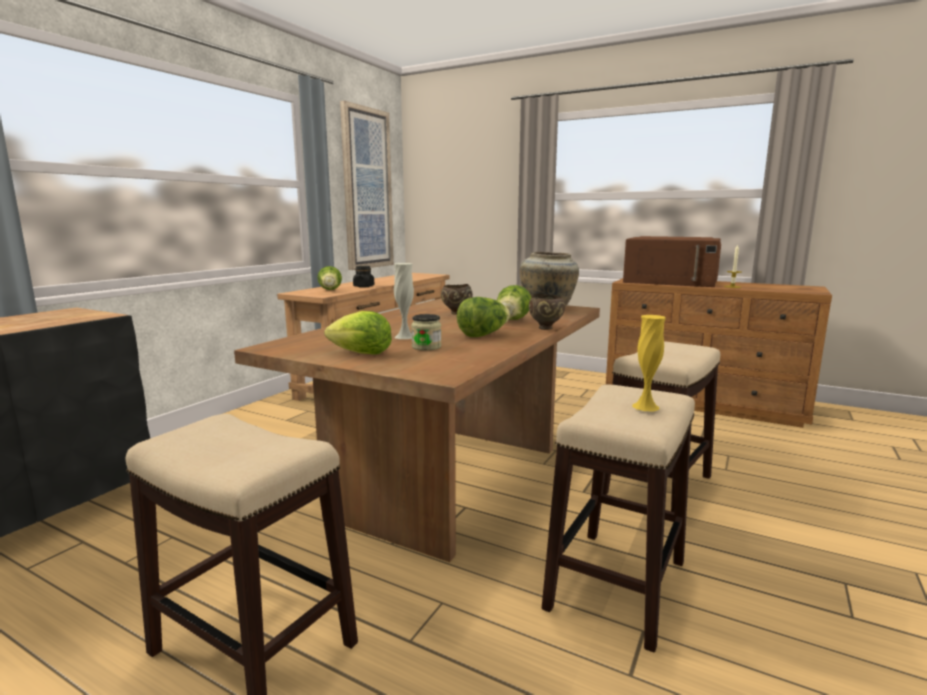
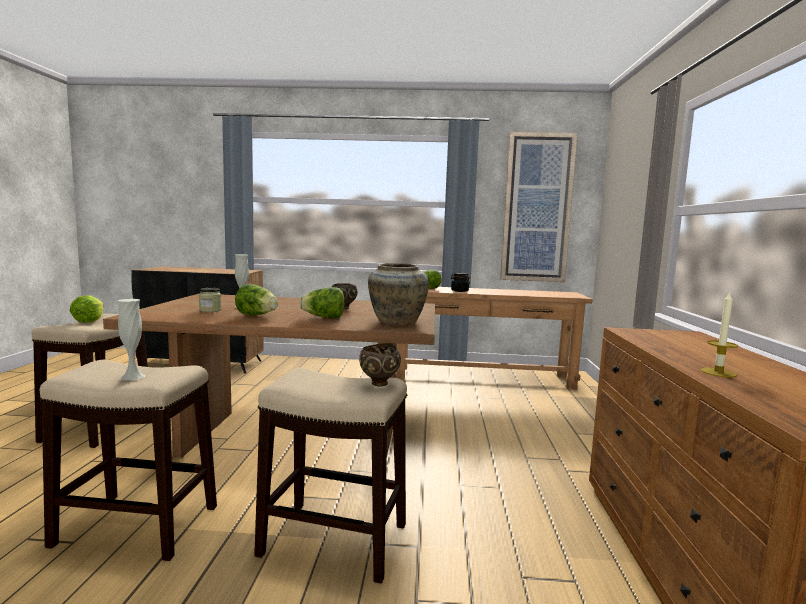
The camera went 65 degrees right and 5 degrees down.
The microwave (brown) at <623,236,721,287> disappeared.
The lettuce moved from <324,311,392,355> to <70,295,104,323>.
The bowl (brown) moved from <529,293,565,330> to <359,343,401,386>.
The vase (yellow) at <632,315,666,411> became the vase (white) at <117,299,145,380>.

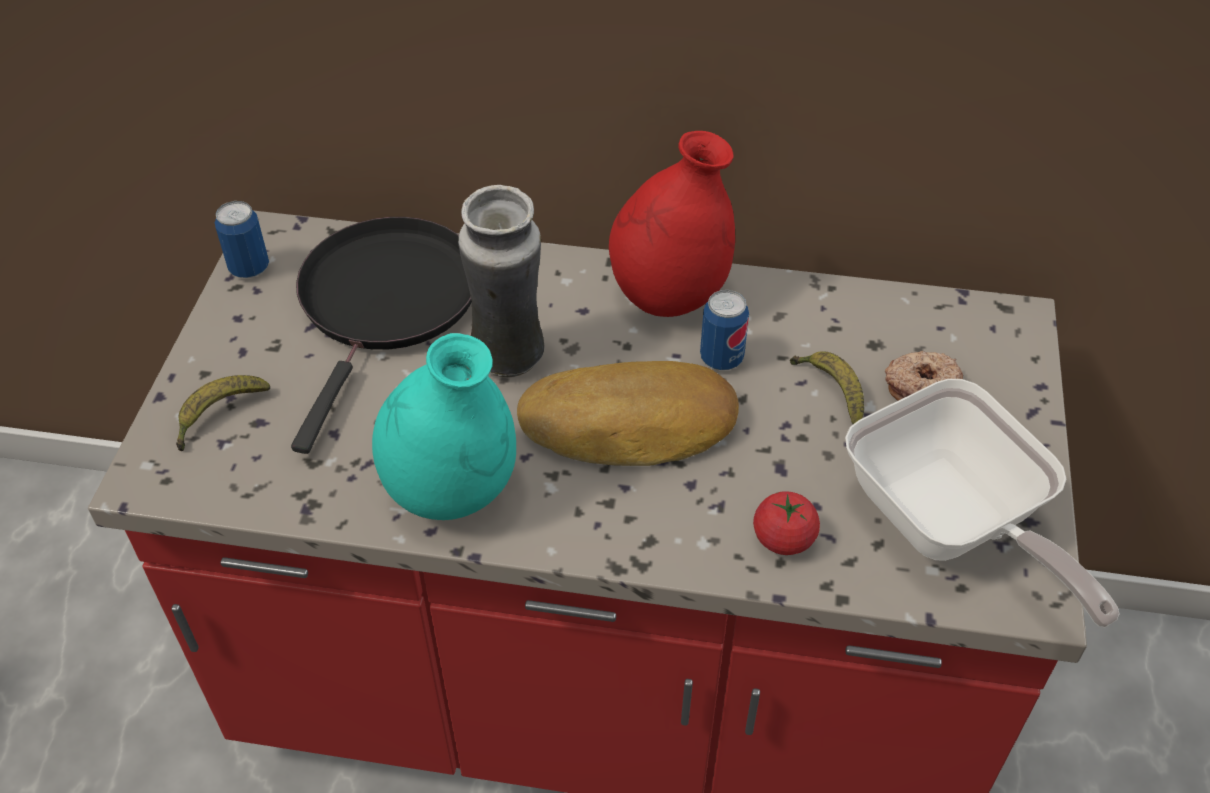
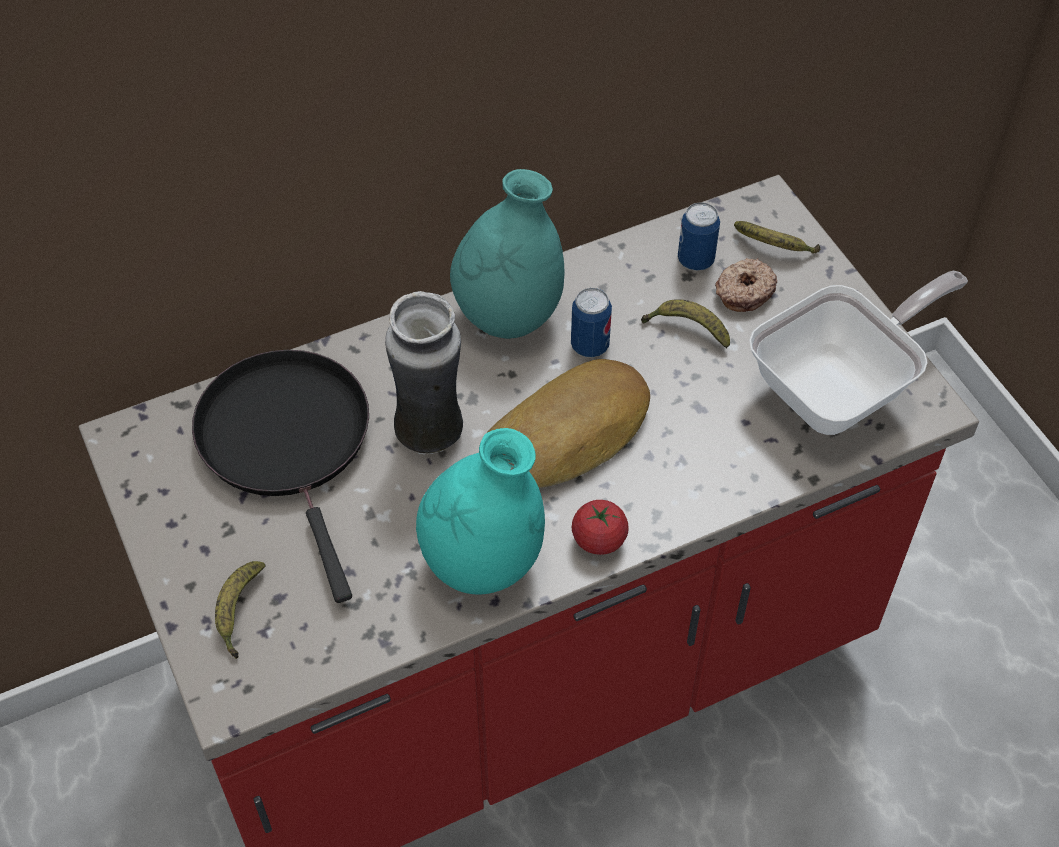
The camera went 35 degrees left and 5 degrees up.
The banana at <734,221,821,253> appeared.
The can moved from <215,201,269,278> to <678,202,720,271>.
The tomato moved from <753,491,820,555> to <572,500,629,555>.
The vase (red) at <609,131,735,317> became the vase (turquoise) at <450,169,564,339>.
The frying pan at <845,379,1119,627> turned 60 degrees counterclockwise.

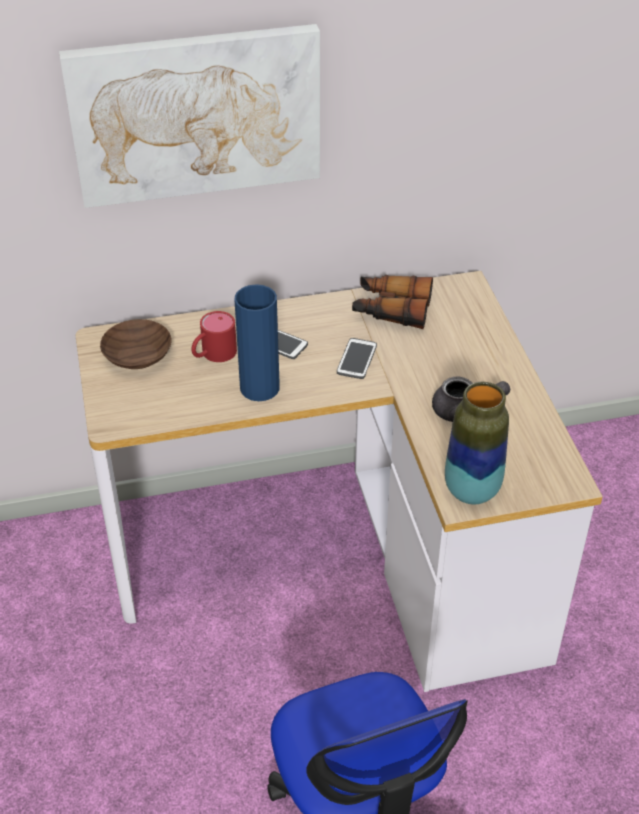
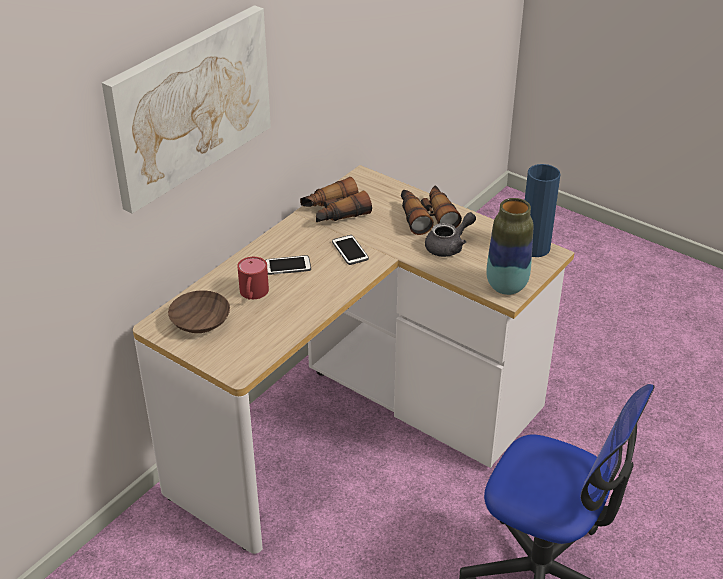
The camera went 40 degrees left and 5 degrees down.
The binoculars at <401,185,462,235> appeared.
The vase (blue) moved from <234,284,280,401> to <525,164,561,257>.

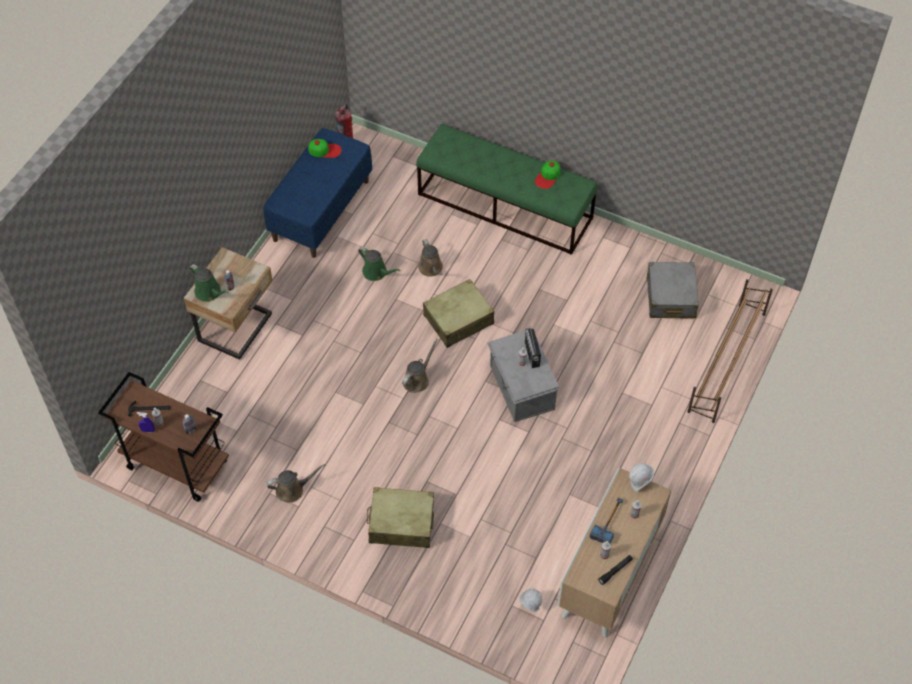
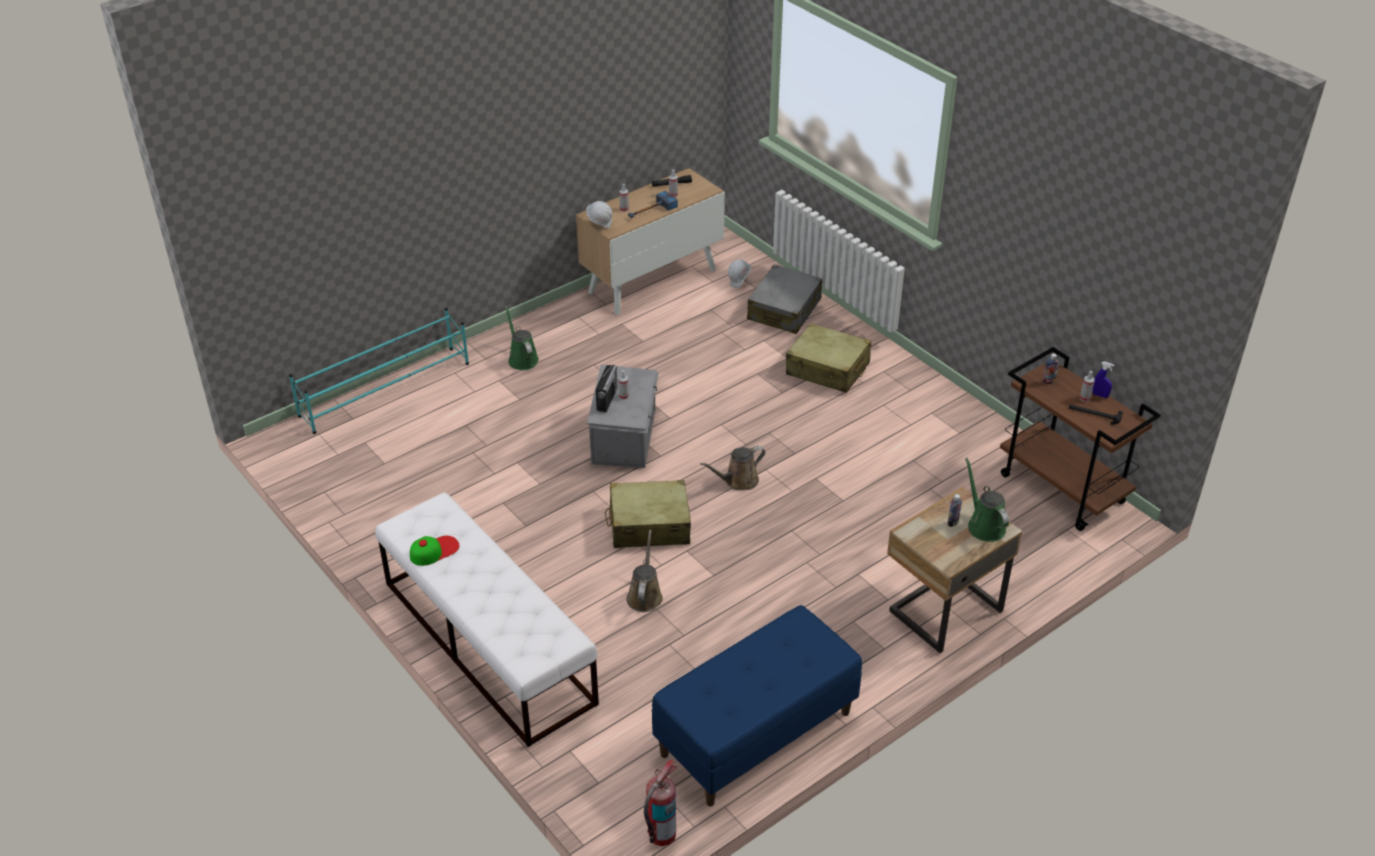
The camera went 155 degrees left and 15 degrees down.
The watering can (brown) at <267,464,325,503> disappeared.
The cap at <308,139,342,158> disappeared.
The watering can (green) moved from <358,247,400,281> to <505,306,539,370>.
The suitcase (grey) moved from <646,262,699,318> to <747,265,822,334>.
The bench (green) at <416,124,598,255> became the bench (white) at <375,493,599,747>.
The shoe rack (brown) at <687,279,773,423> became the shoe rack (turquoise) at <289,308,469,434>.

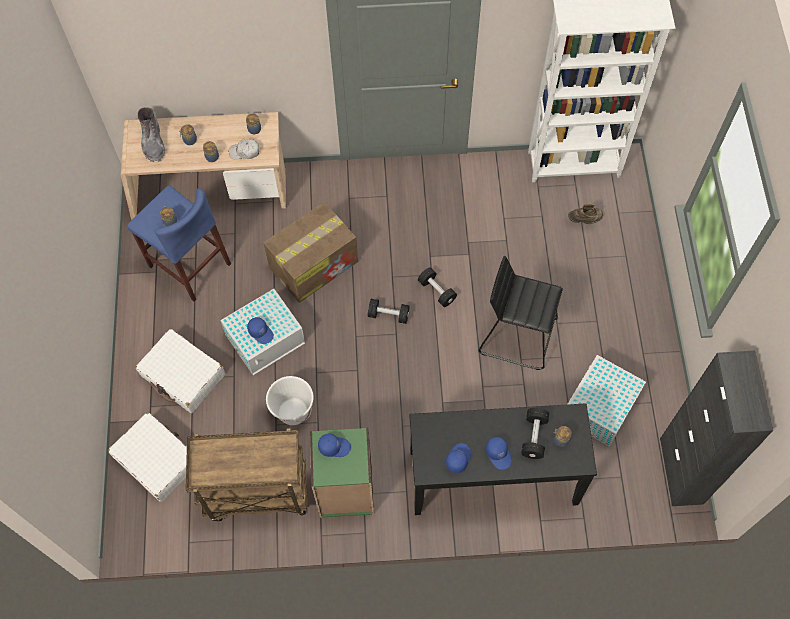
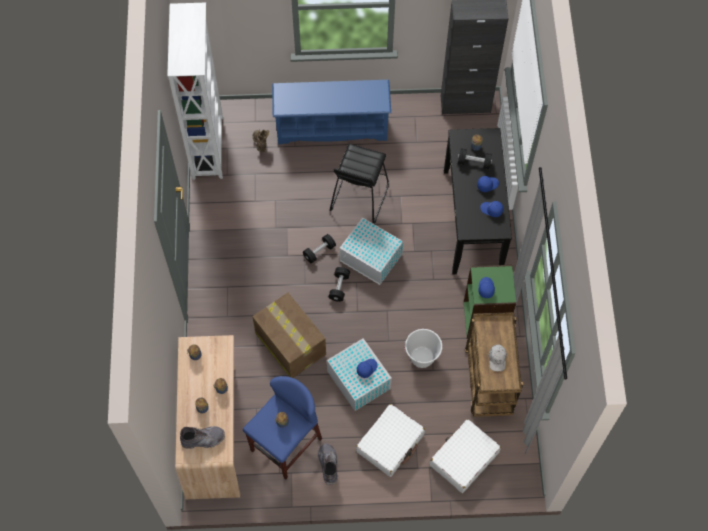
The camera went 90 degrees left and 0 degrees up.
The shoe rack (blue) at <272,80,391,144> appeared.
The boot (grey) at <318,444,338,485> appeared.
The cap (white) moved from <229,139,259,159> to <489,345,507,371>.
The storage box (white) moved from <567,355,646,447> to <339,217,403,285>.

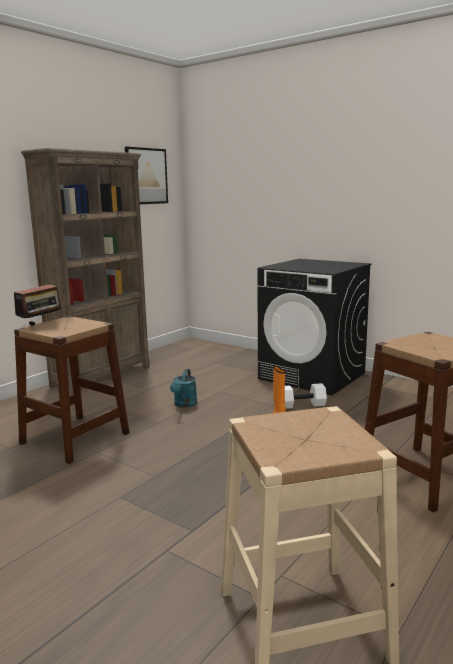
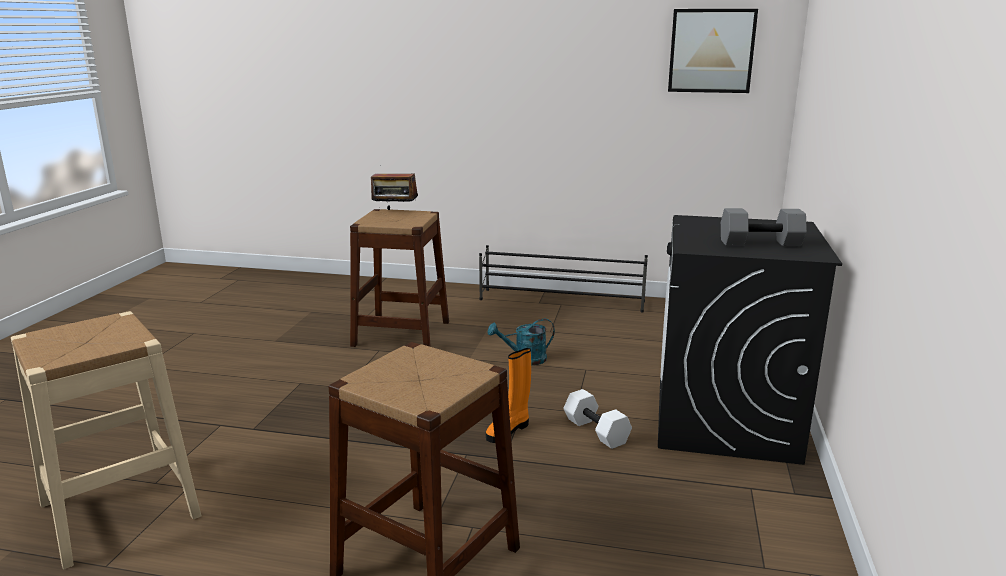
The camera went 65 degrees right and 5 degrees up.
The dumbbell (grey) at <721,208,807,246> appeared.
The bookcase (brown) at <21,148,150,395> was replaced by the shoe rack (black) at <479,245,648,313>.

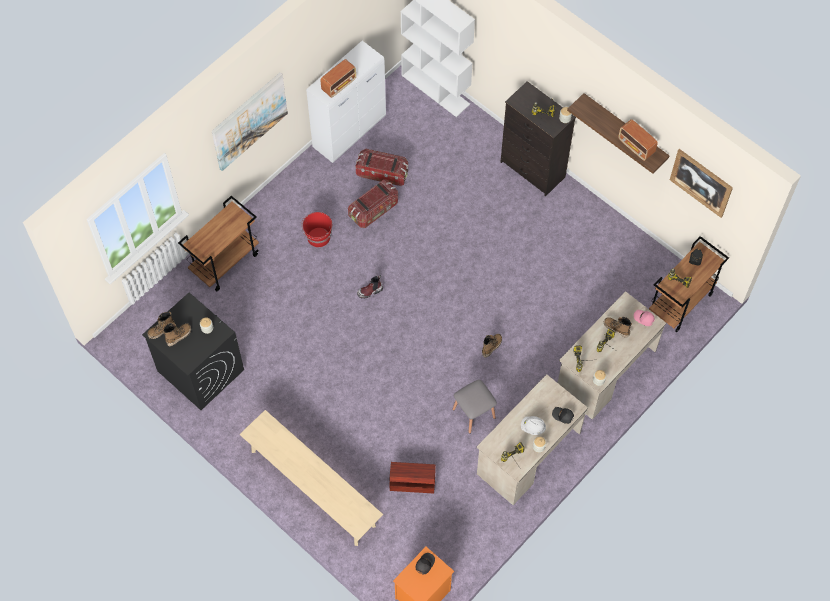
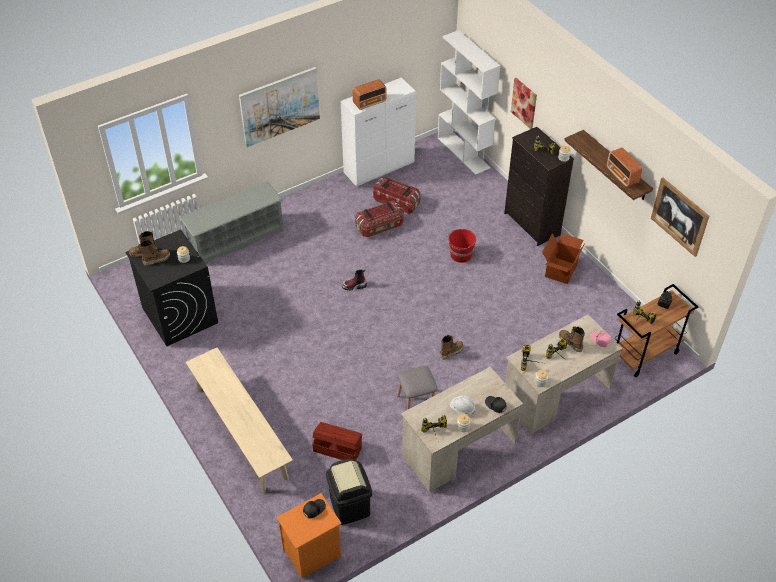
The camera went 15 degrees right and 15 degrees down.
The trash can (black) at <326,458,372,525> appeared.
The picture at <511,78,537,129> appeared.
The cardboard box at <542,233,585,284> appeared.
The bucket (red) moved from <301,212,332,247> to <447,229,476,263>.
The cart (brown) at <178,196,259,291> was replaced by the shoe rack (grey) at <179,181,284,264>.

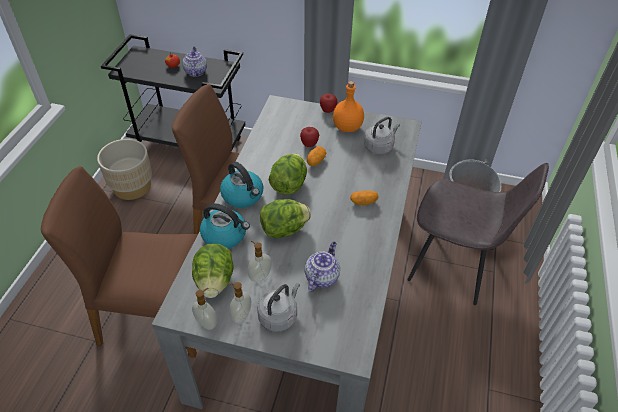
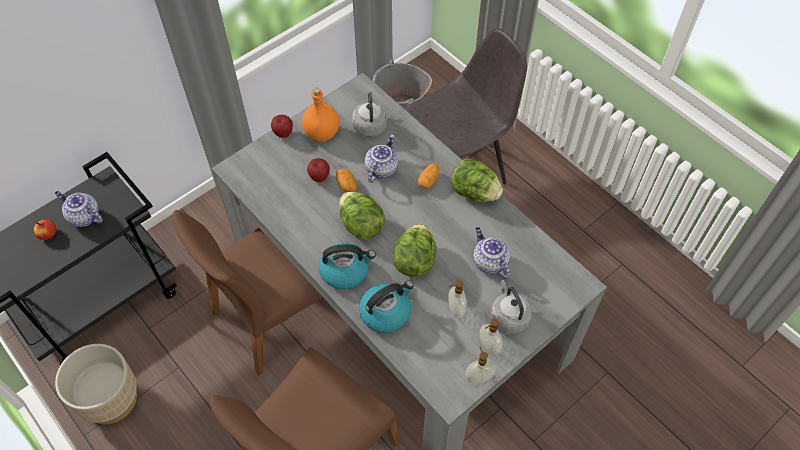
The camera went 55 degrees left and 10 degrees up.
The teapot at <365,135,398,183> appeared.
The lettuce moved from <192,243,234,298> to <451,158,503,202>.

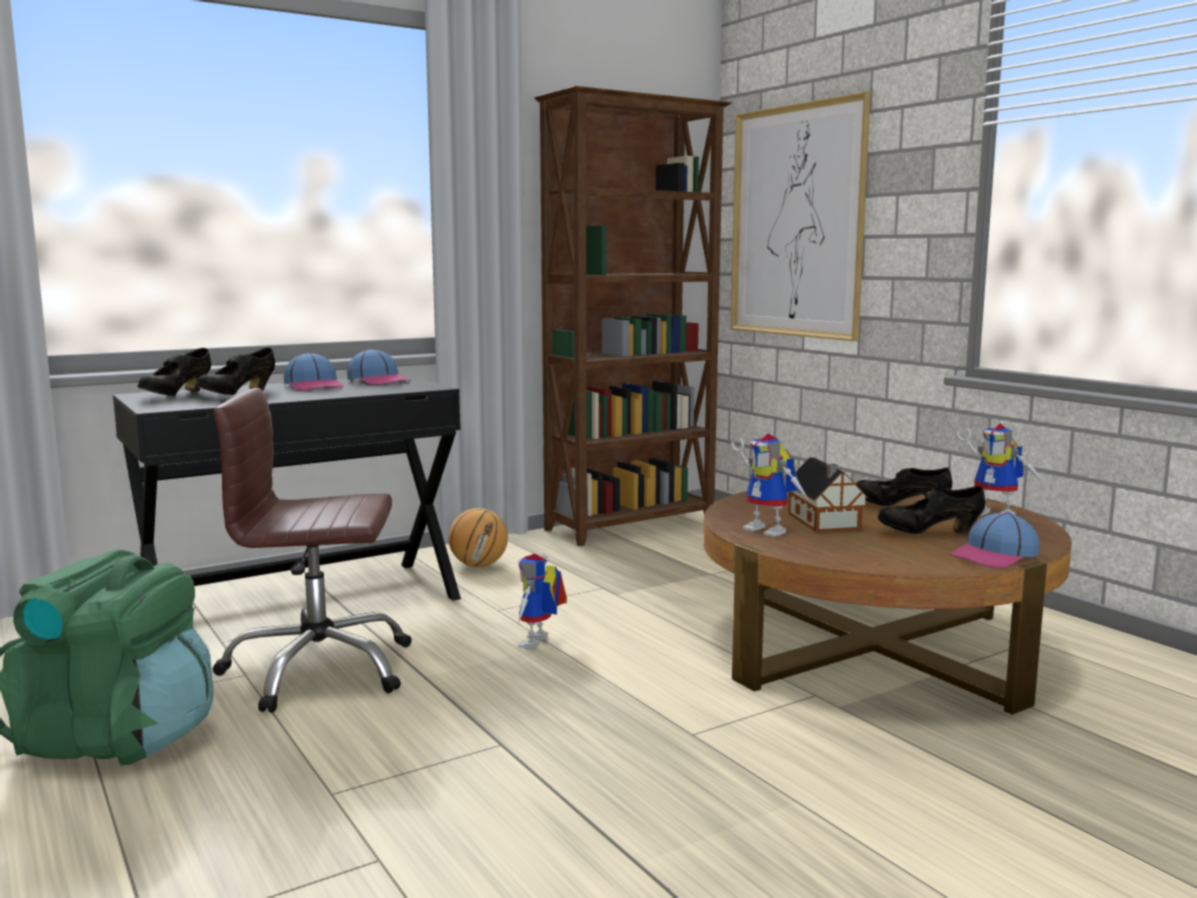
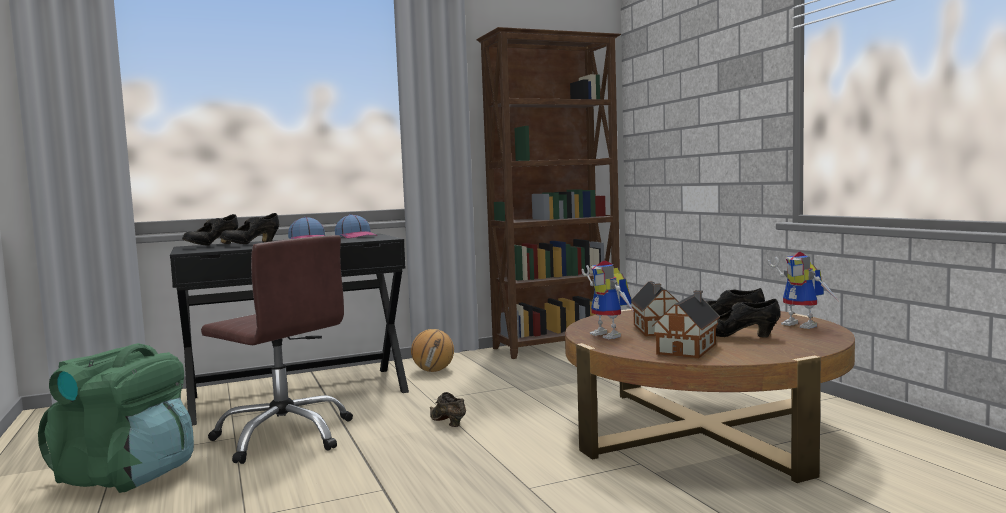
The camera went 10 degrees right and 5 degrees down.
The picture at <730,91,871,341> disappeared.
The cap at <950,512,1040,568> disappeared.
The toy house at <652,290,720,358> appeared.
The toy robot at <518,553,567,649> was replaced by the shoe (brown) at <430,392,466,427>.
The office chair (brown) at <213,388,412,713> turned 150 degrees counterclockwise.

